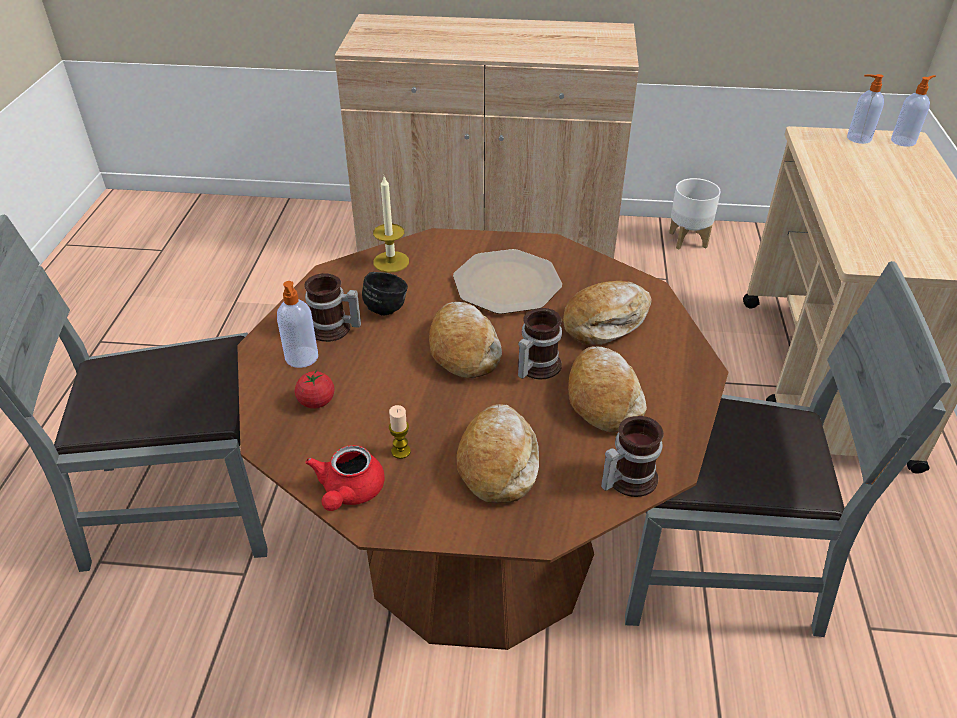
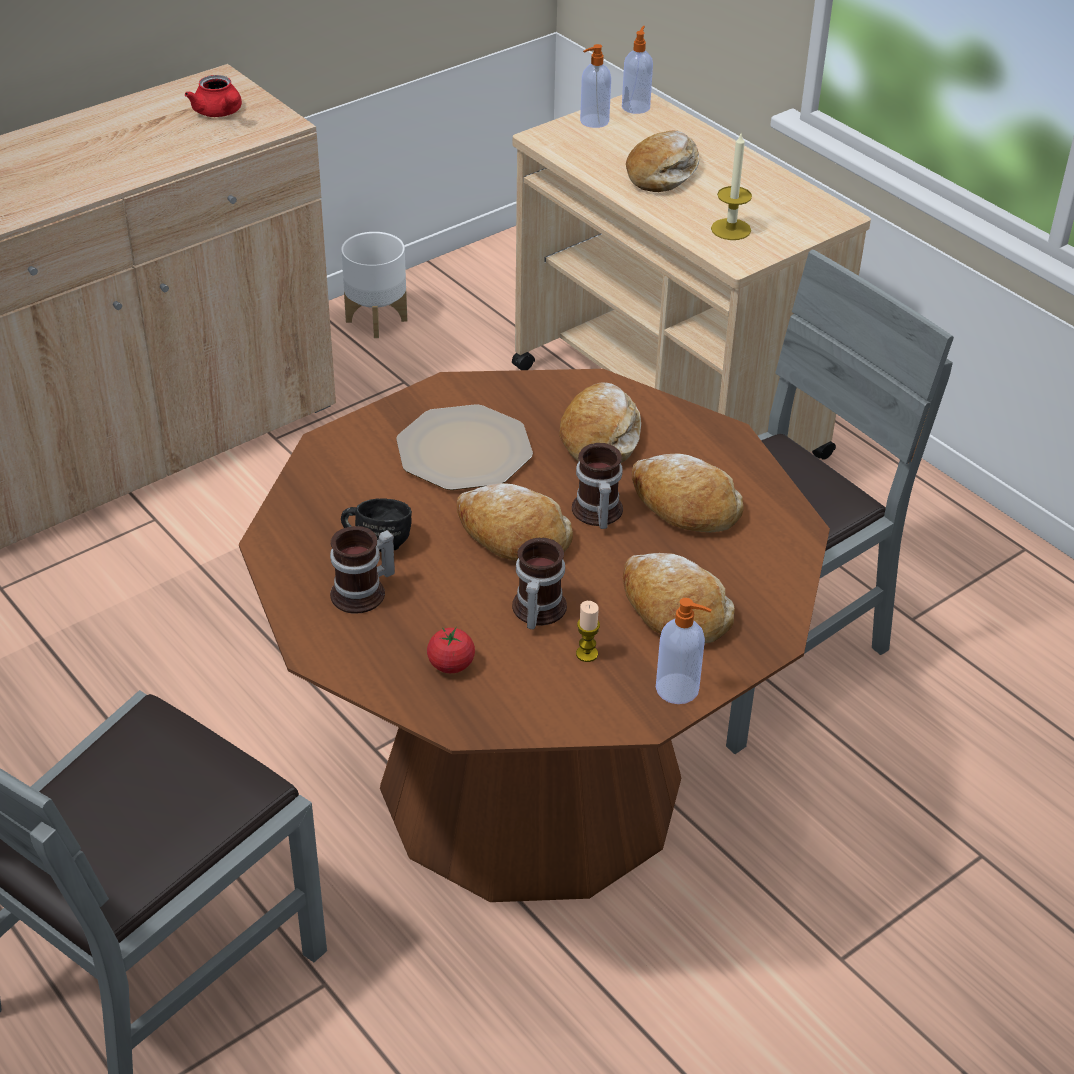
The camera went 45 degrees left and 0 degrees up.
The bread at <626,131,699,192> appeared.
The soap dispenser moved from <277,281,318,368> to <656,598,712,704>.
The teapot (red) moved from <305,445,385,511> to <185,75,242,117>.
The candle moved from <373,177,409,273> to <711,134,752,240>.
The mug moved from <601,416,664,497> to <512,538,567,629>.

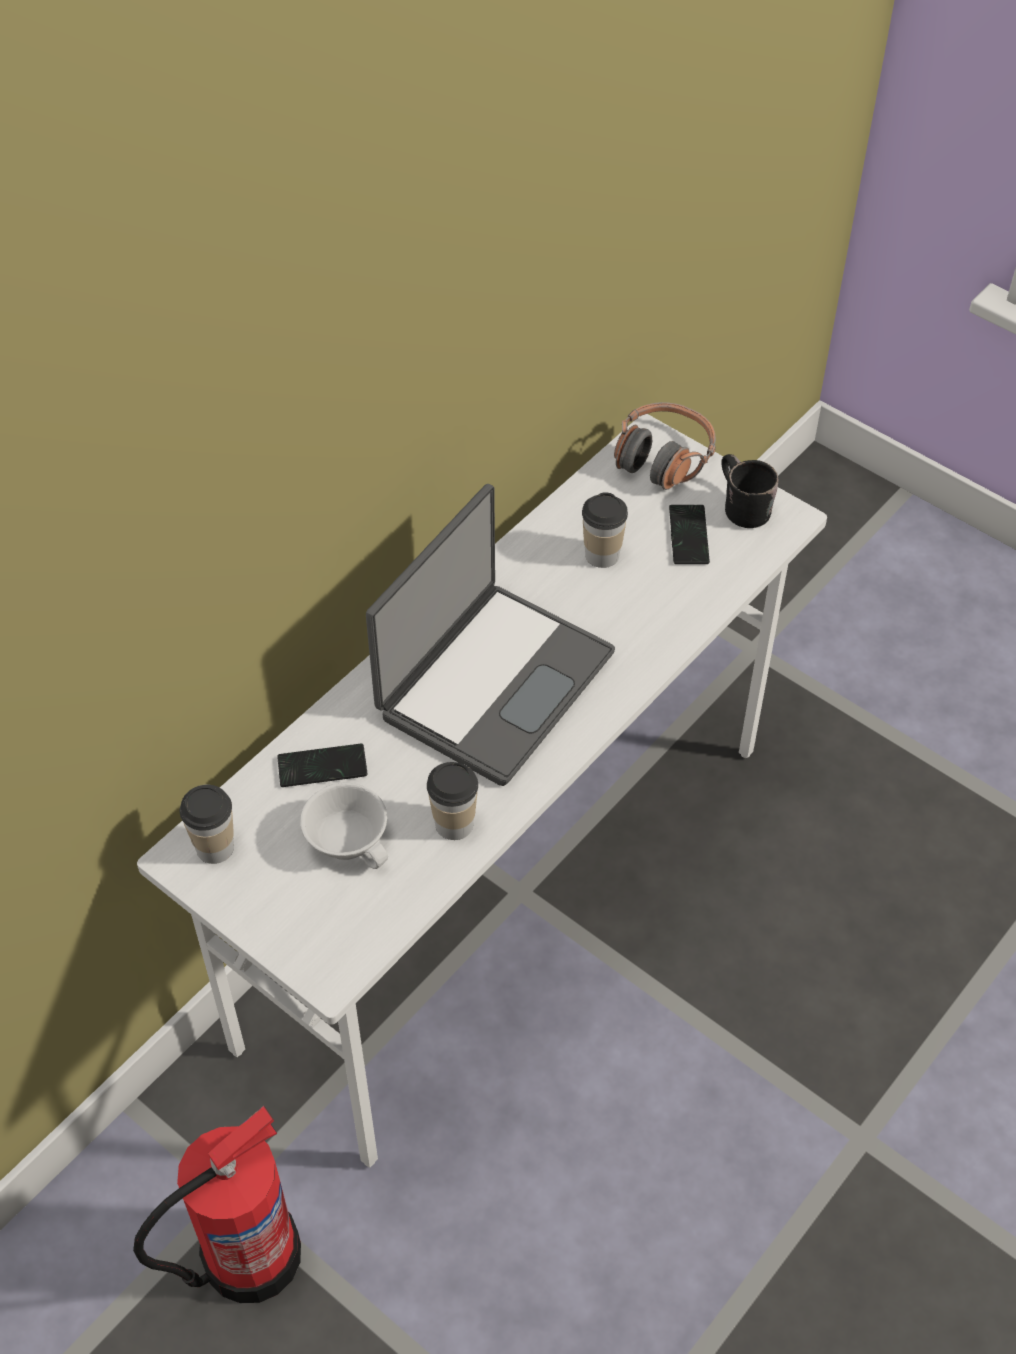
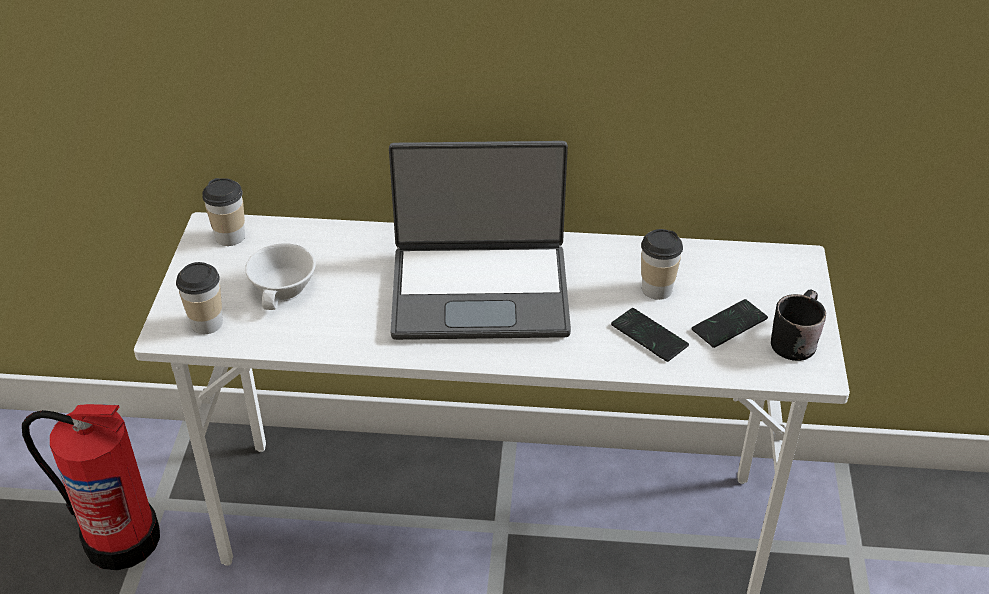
The camera went 55 degrees right and 10 degrees down.
The headphones at <614,402,716,490> disappeared.
The phone moved from <277,744,368,787> to <611,308,689,362>.
The cup moved from <427,762,478,840> to <176,262,223,334>.

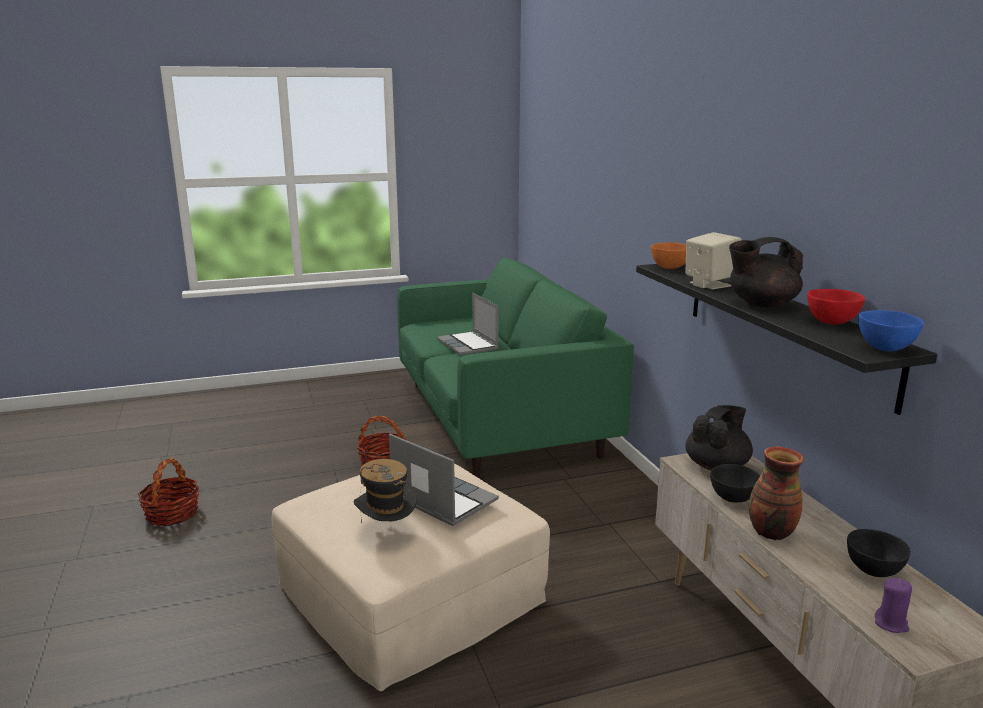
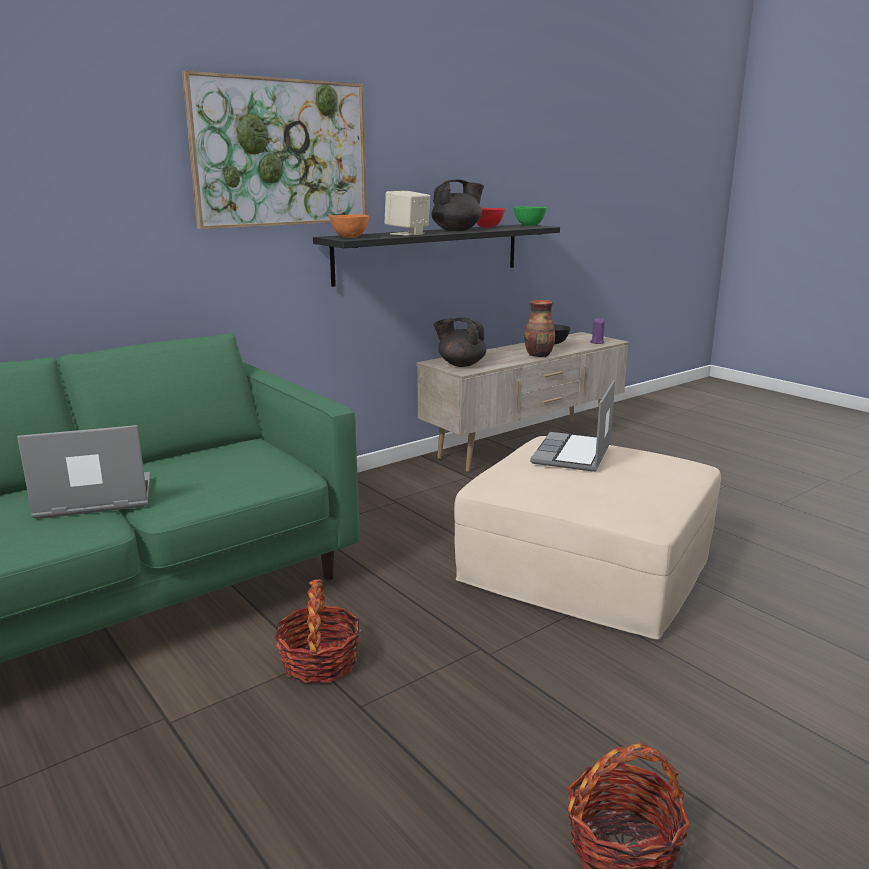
The camera went 110 degrees left and 0 degrees up.
The hat at <354,459,416,523> disappeared.
The bowl (black) at <710,464,761,502> disappeared.
The picture at <182,71,367,229> appeared.
The bowl (blue) at <859,310,924,352> became the bowl (green) at <514,207,547,226>.
The laptop at <437,293,499,356> turned 150 degrees counterclockwise.
The teapot (black) at <729,237,803,308> turned 90 degrees counterclockwise.

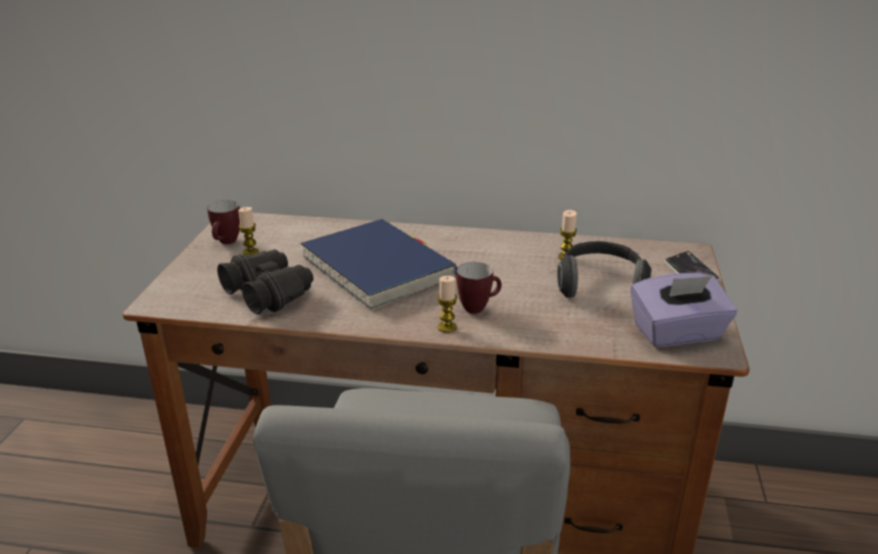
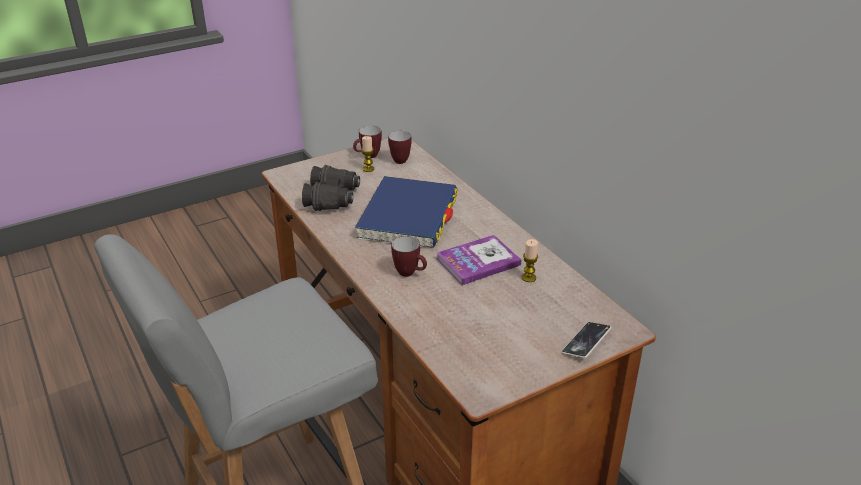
The camera went 50 degrees right and 5 degrees up.
The candle at <437,276,457,333> disappeared.
The headphones at <557,241,652,298> disappeared.
The tissue box (purple) at <631,273,737,347> disappeared.
The mug at <388,131,412,164> appeared.
The book at <436,235,521,285> appeared.

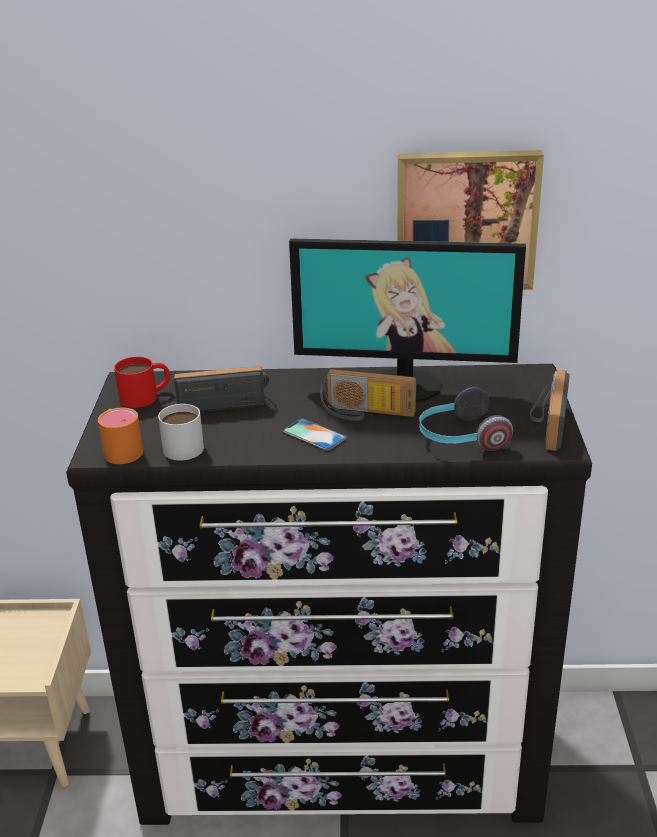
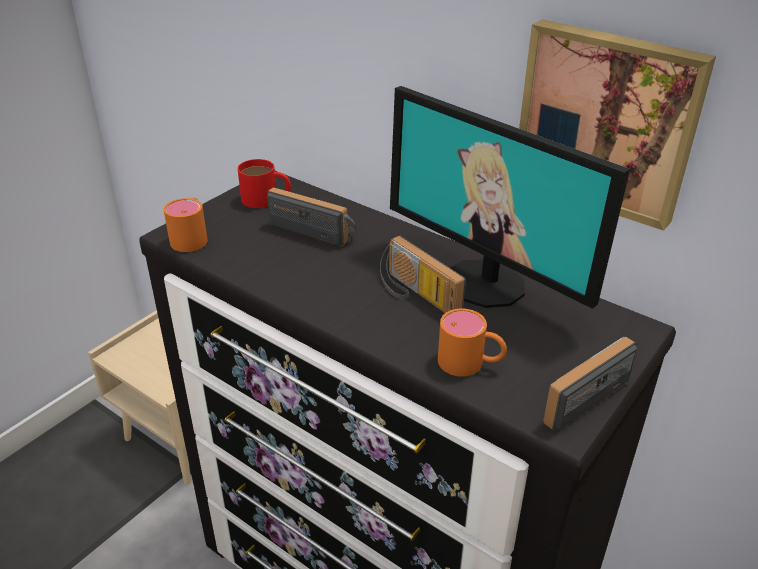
The camera went 35 degrees right and 5 degrees up.
The mug (white) at <158,404,204,460> disappeared.
The phone at <283,418,347,451> disappeared.
The headphones at <419,387,513,451> was replaced by the mug (orange) at <438,308,507,377>.

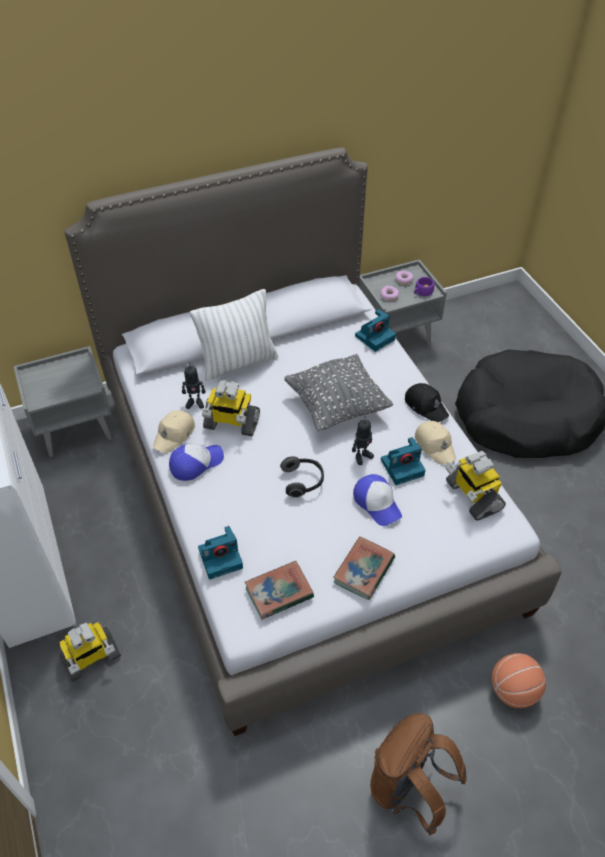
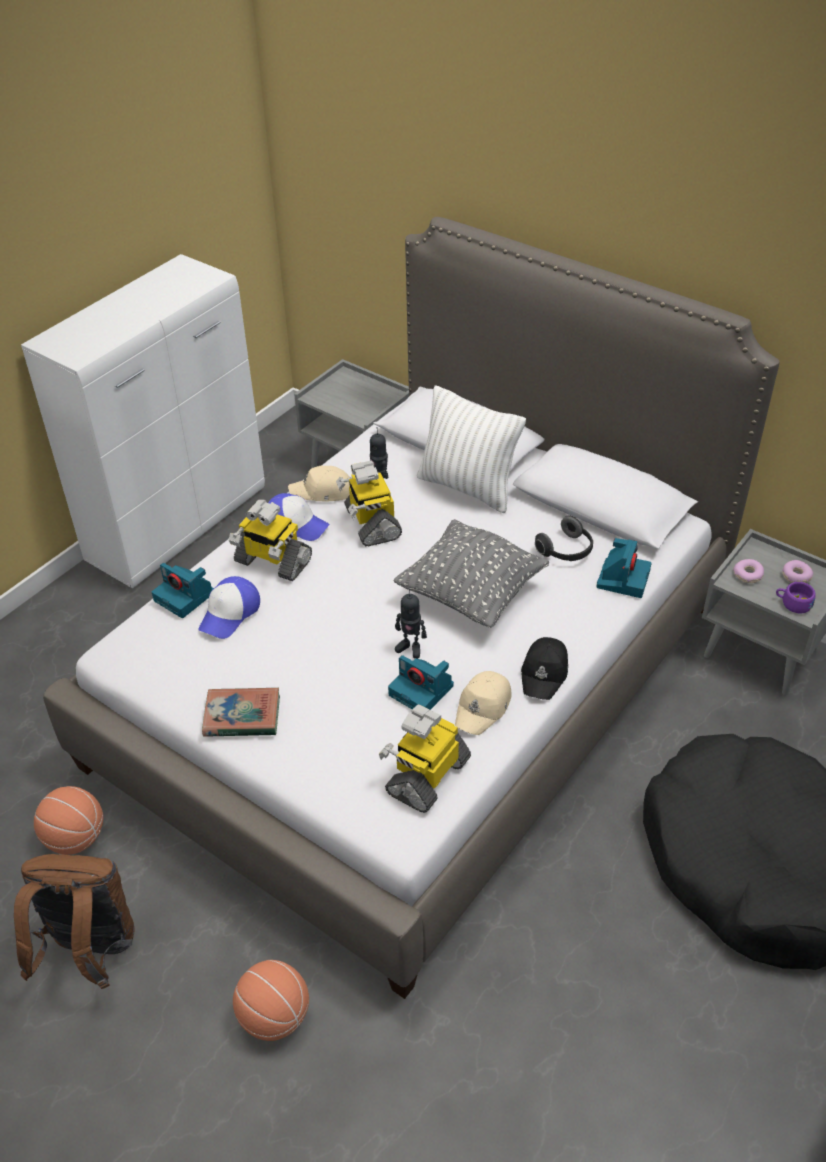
The camera went 60 degrees right and 5 degrees down.
The book at <245,561,314,620> disappeared.
The basketball at <34,786,103,855> appeared.
The toy robot moved from <57,622,121,683> to <229,500,312,581>.
The headphones moved from <280,457,324,498> to <535,515,593,561>.
The cap moved from <353,474,402,526> to <199,576,260,639>.
The photo camera at <355,309,396,352> turned 90 degrees counterclockwise.

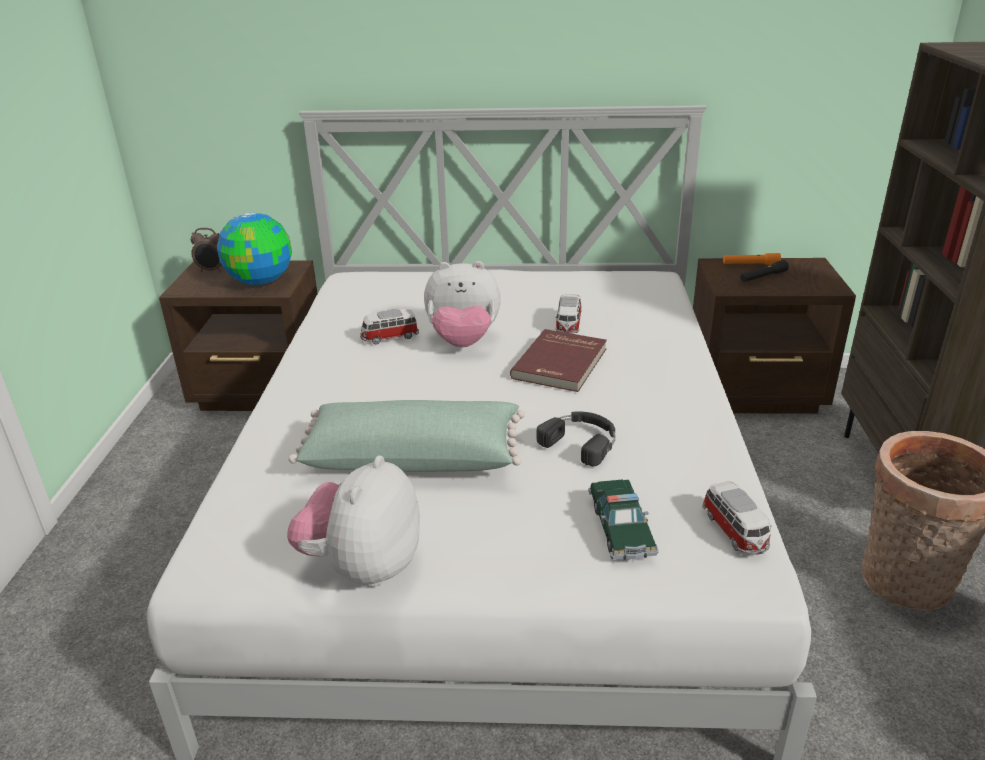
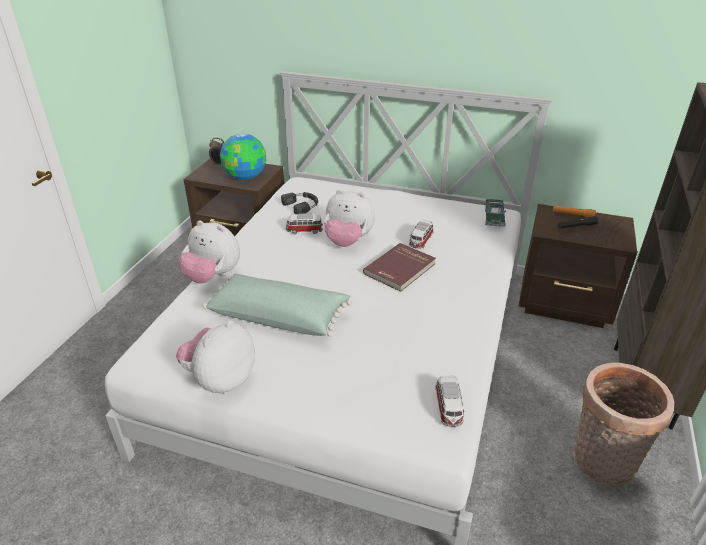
The camera went 15 degrees right and 5 degrees up.
The plush toy at <178,221,240,284> appeared.
The headphones (black) moved from <537,411,616,466> to <281,192,318,214>.
The toy car moved from <588,480,659,560> to <485,199,506,227>.

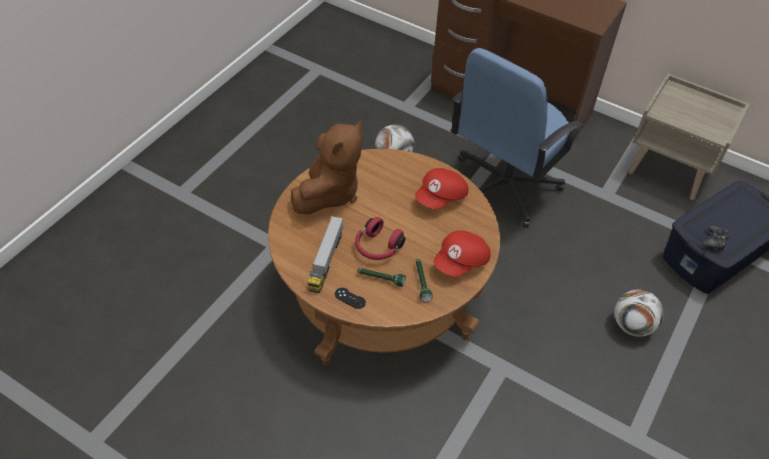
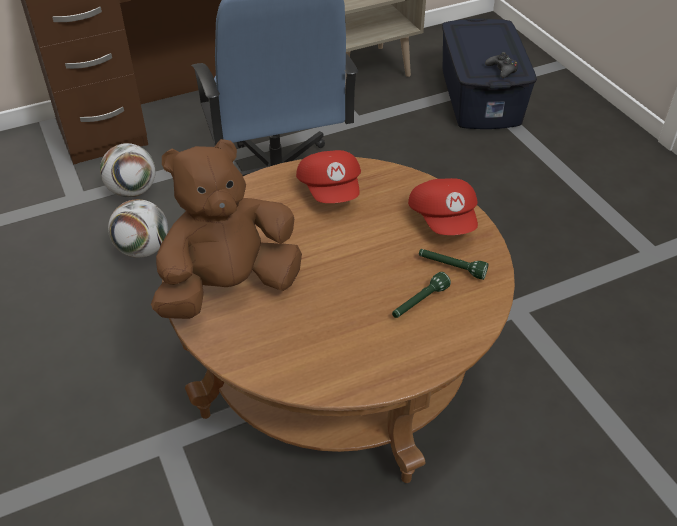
The camera went 55 degrees left and 5 degrees down.
The toy truck at <307,216,343,293> disappeared.
The game controller (black) at <335,288,366,309> disappeared.
The headphones (red) at <355,217,406,260> disappeared.
The football moved from <615,290,664,337> to <100,143,156,197>.
The plush toy (brown) at <291,121,362,214> turned 90 degrees counterclockwise.

